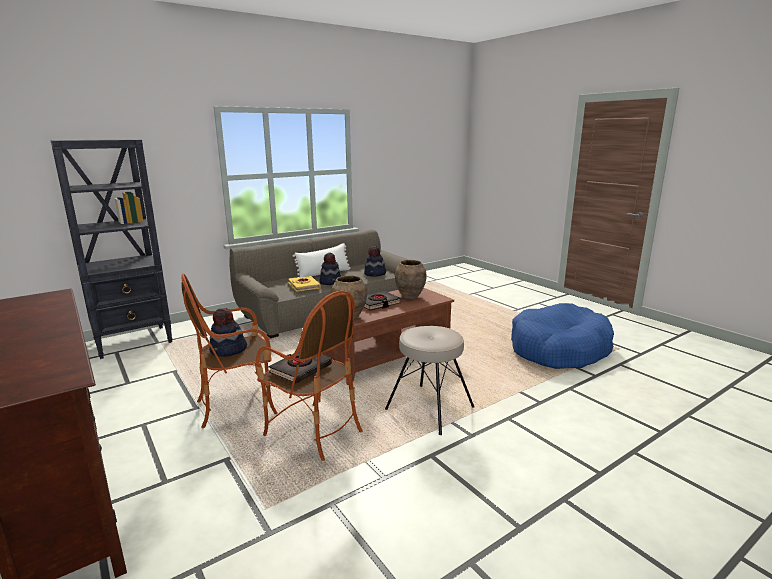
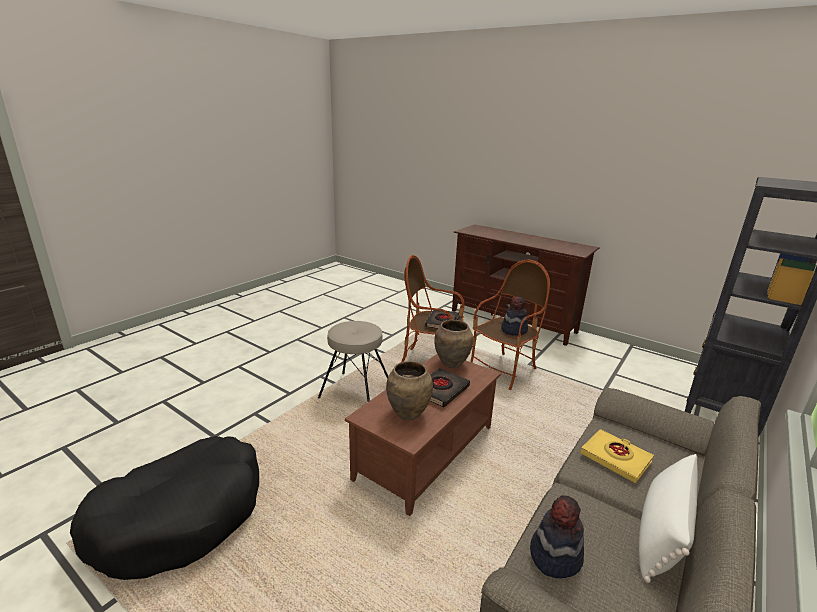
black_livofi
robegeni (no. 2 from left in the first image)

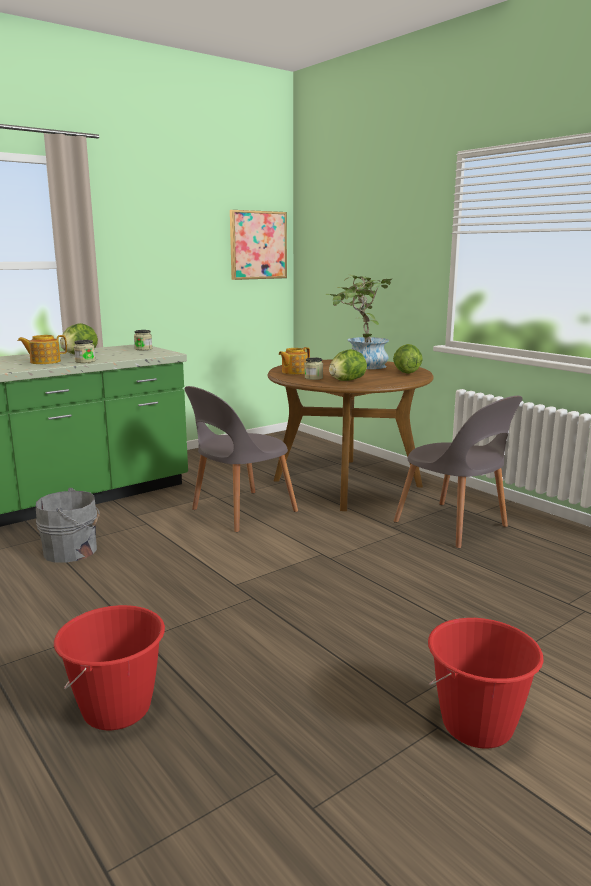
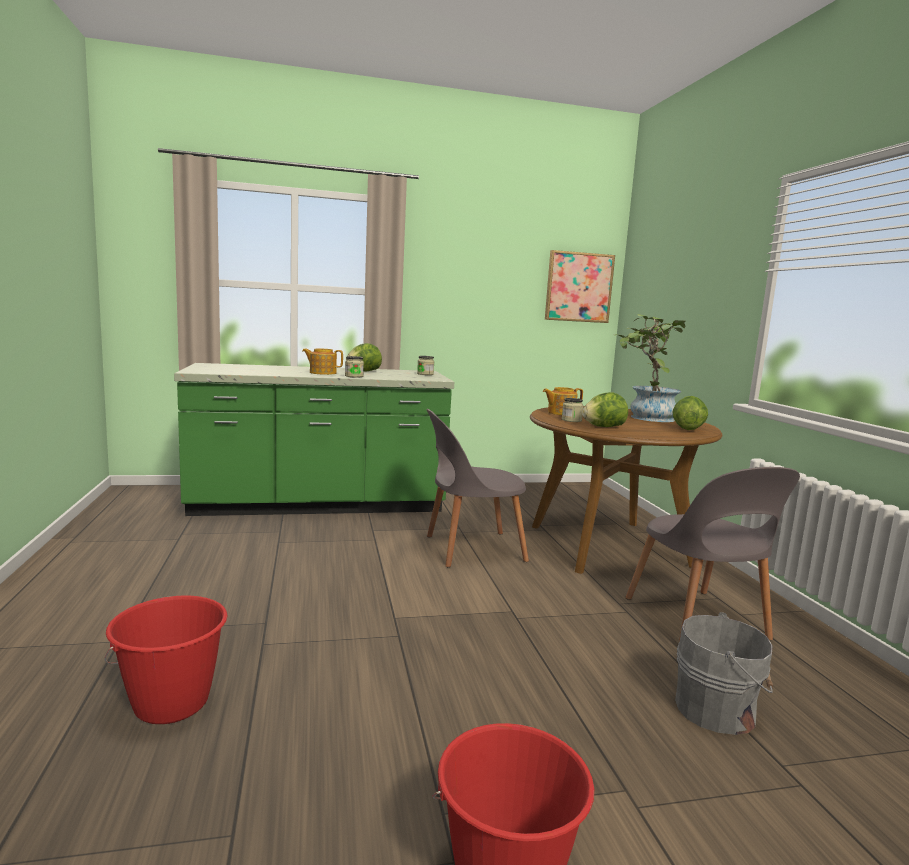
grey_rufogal

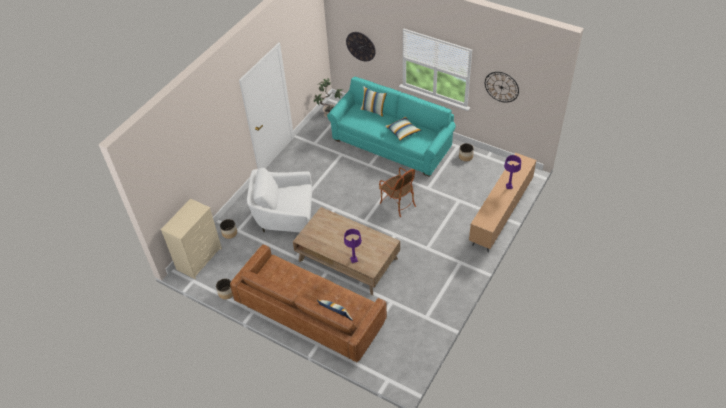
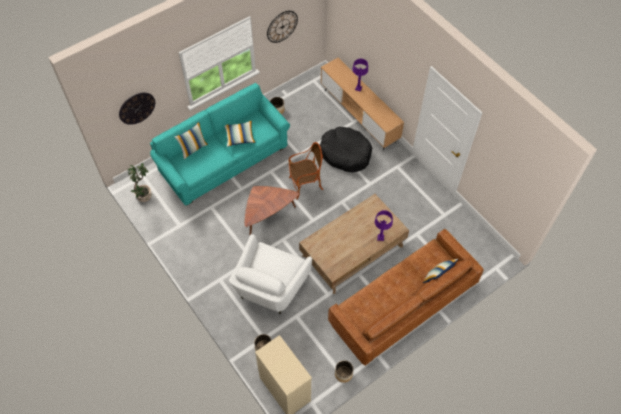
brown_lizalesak (no. 1 from left)
black_livofi

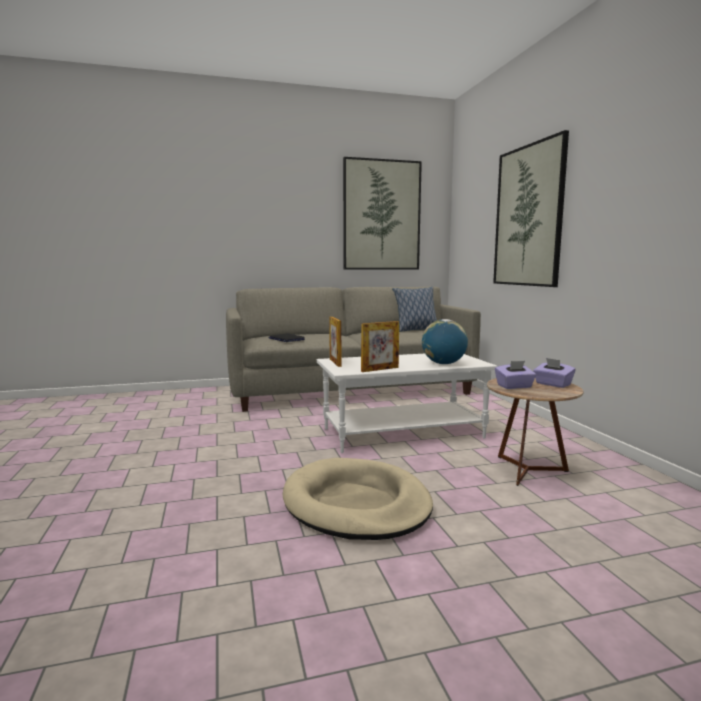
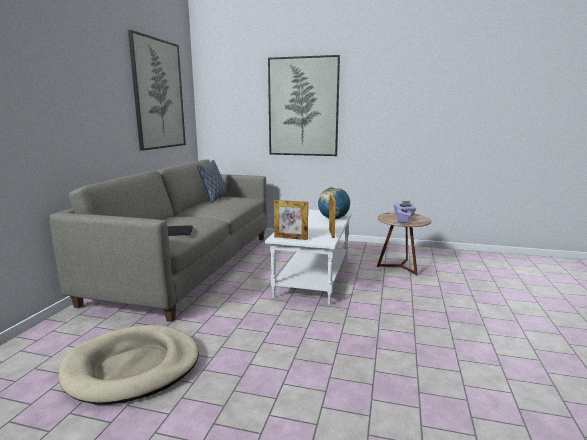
beige_livofi

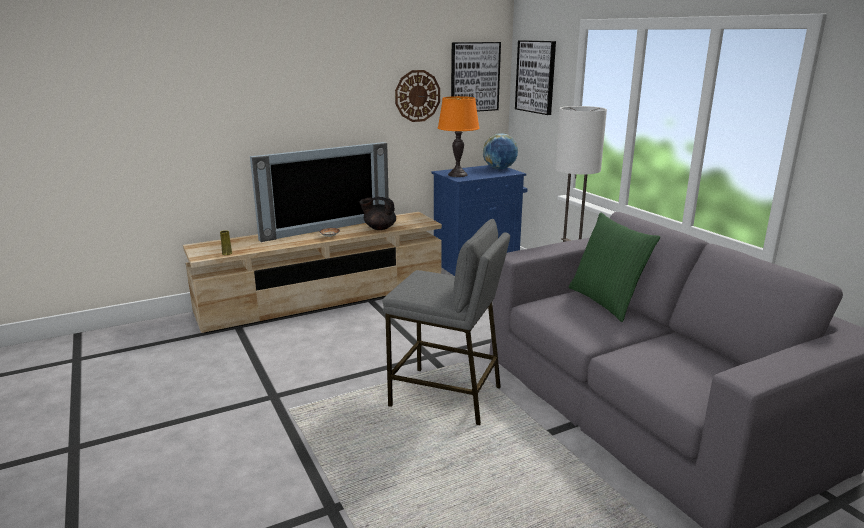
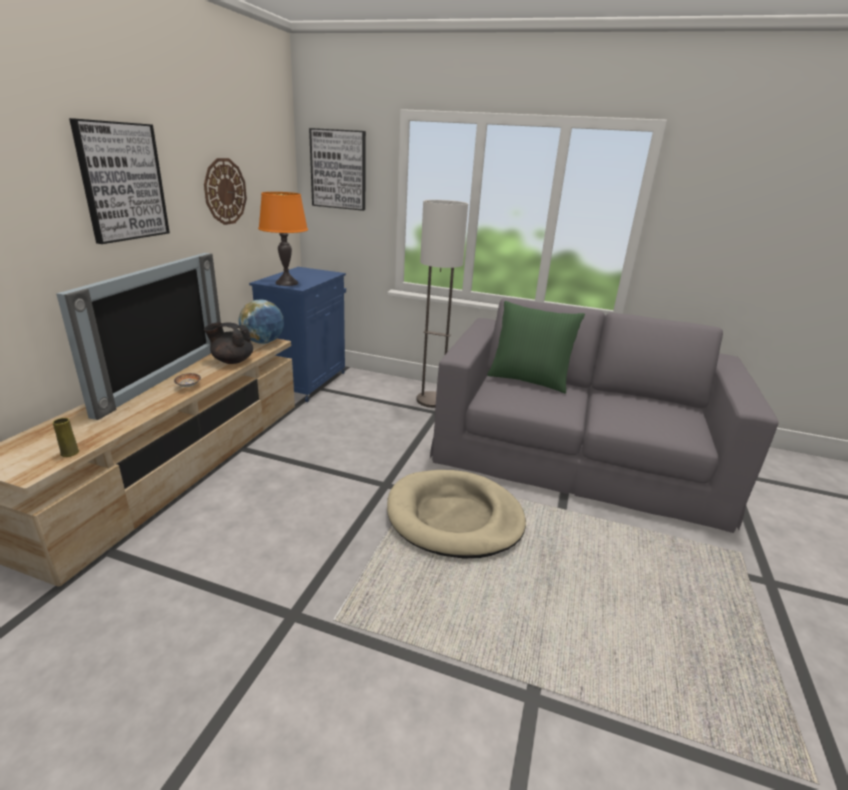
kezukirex (no. 1 from left)
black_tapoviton
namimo
beige_livofi

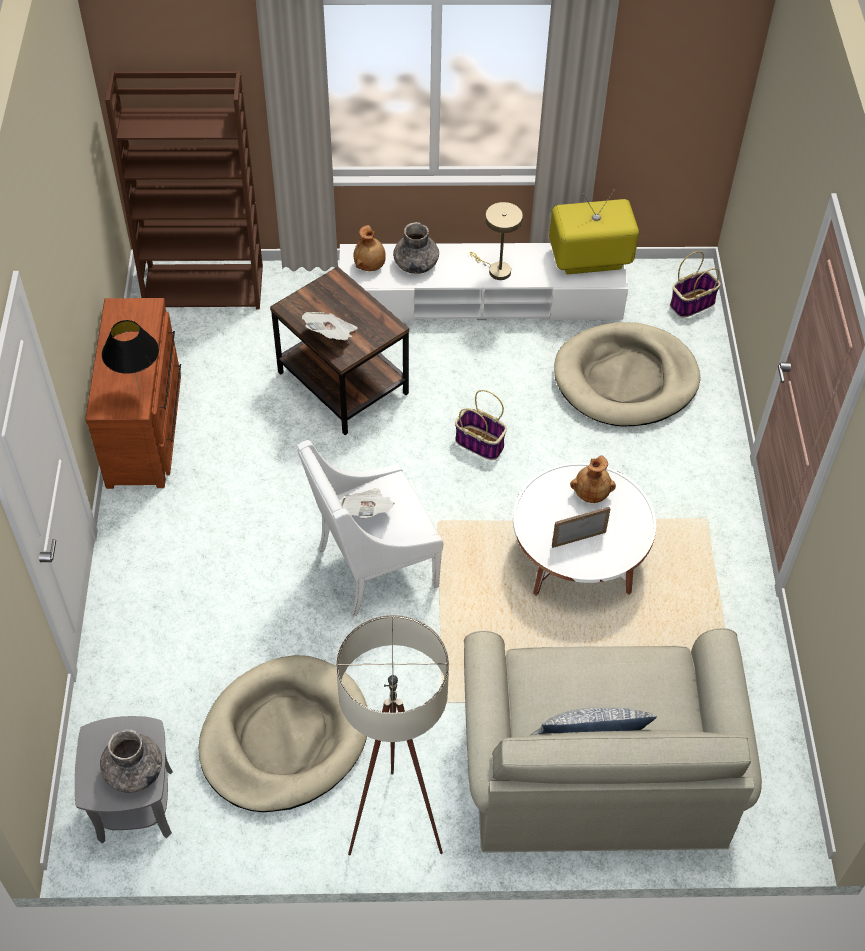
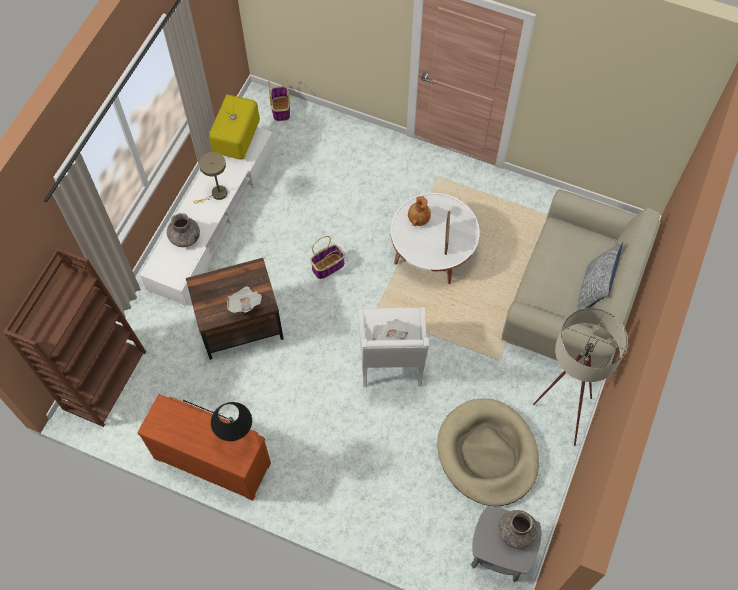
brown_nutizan (no. 1 from left in the first image)
beige_livofi (no. 2 from left in the first image)

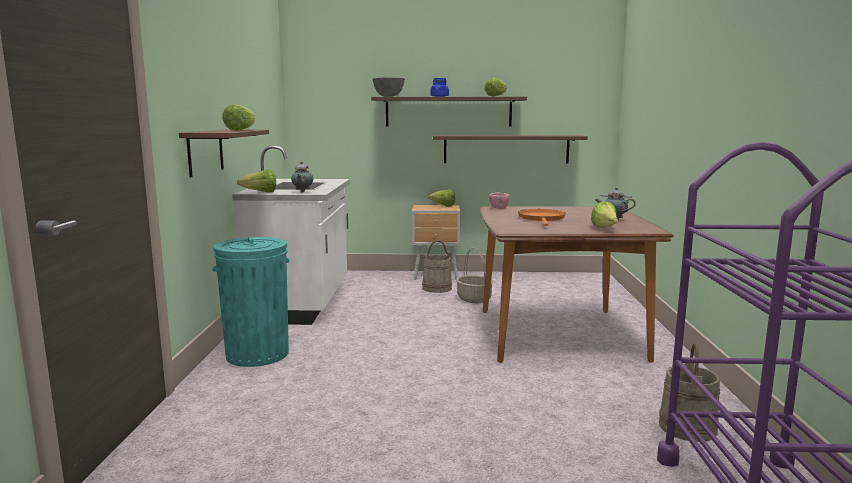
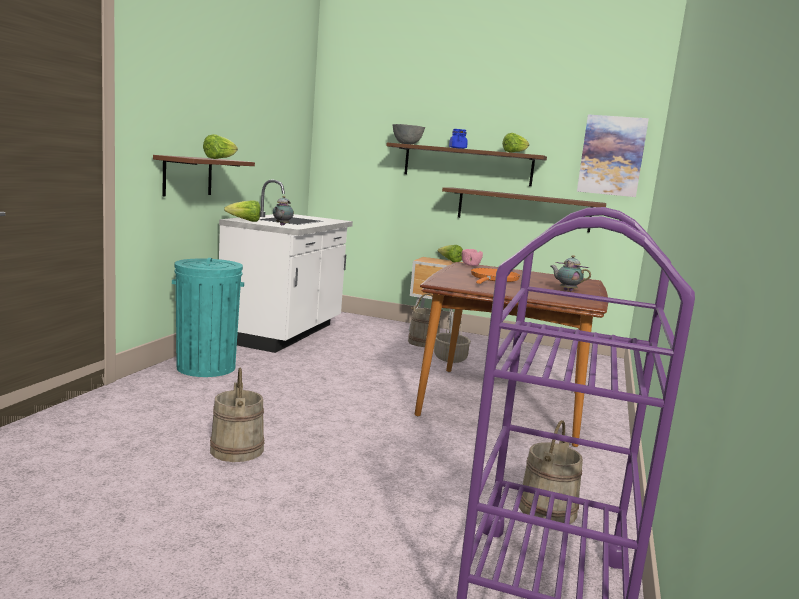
beige_rufogal (no. 1 from left)
kezukirex
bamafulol (no. 5 from left in the first image)

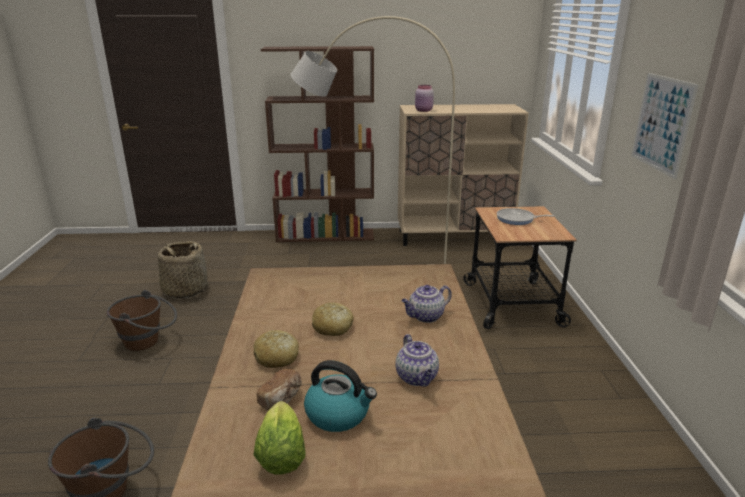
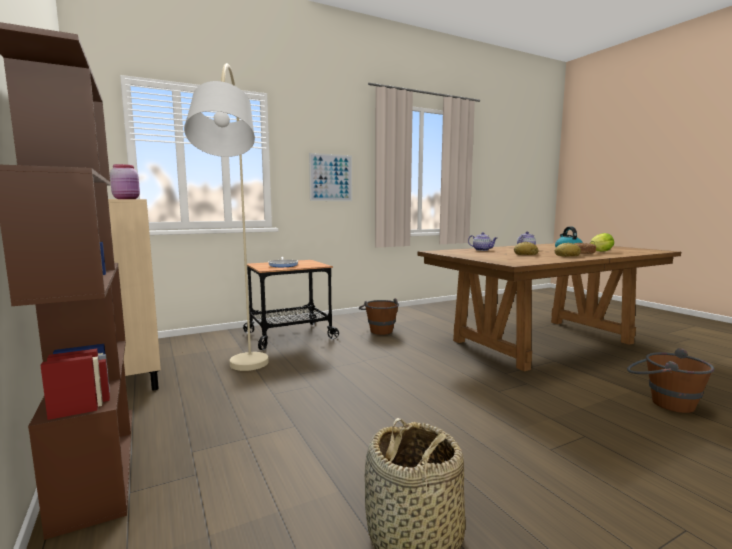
brown_rufogal (no. 1 from left)

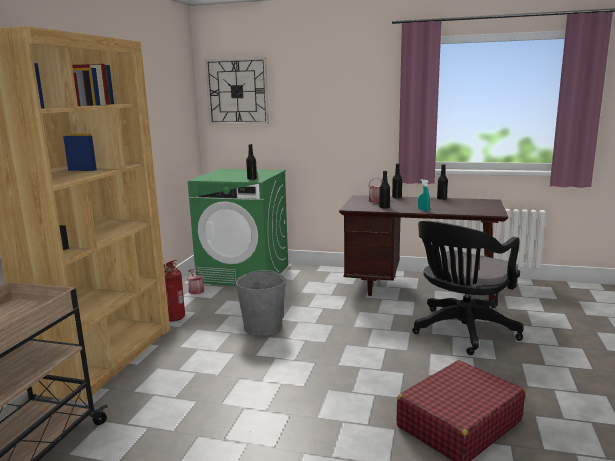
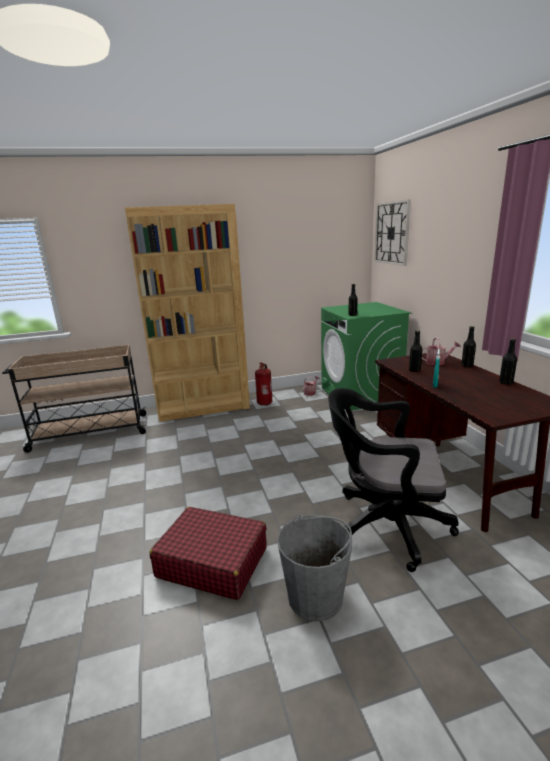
grey_rufogal

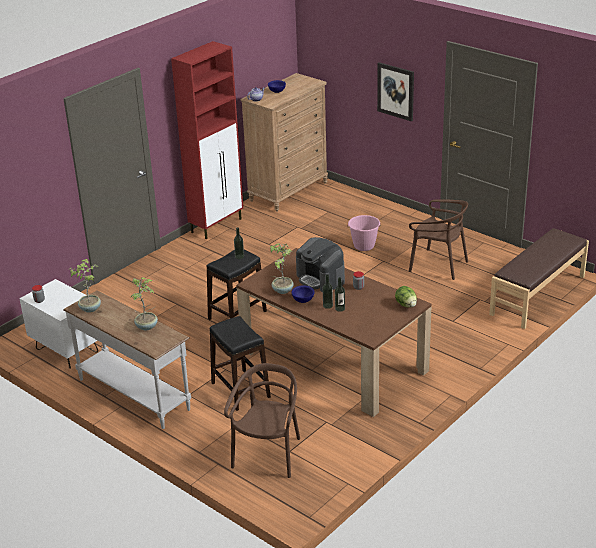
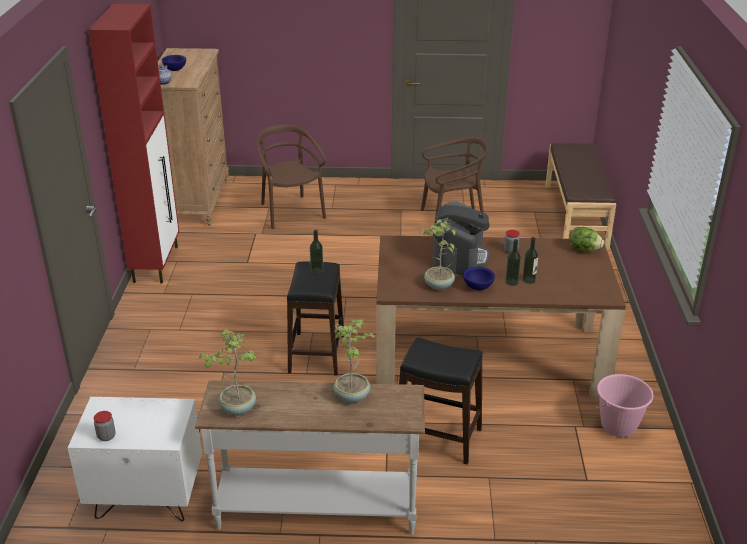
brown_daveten (no. 1 from left)
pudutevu
pink_rufogal
kezukirex

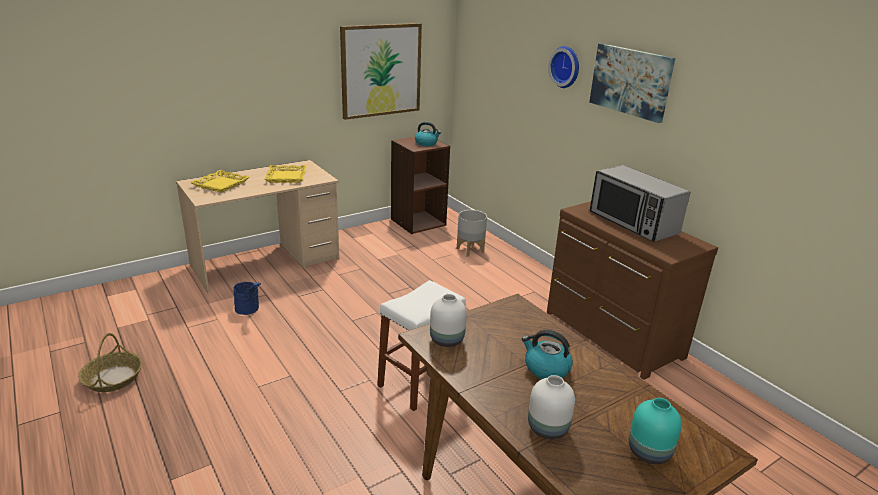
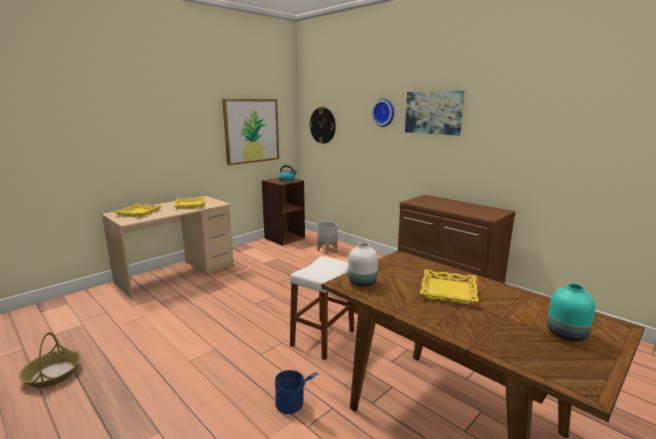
blue_rufogal
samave (no. 1 from left)
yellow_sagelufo (no. 3 from left)
white_nutizan (no. 2 from left in the first image)
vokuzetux

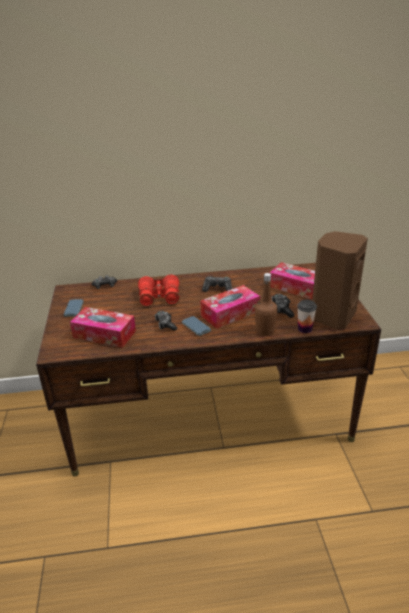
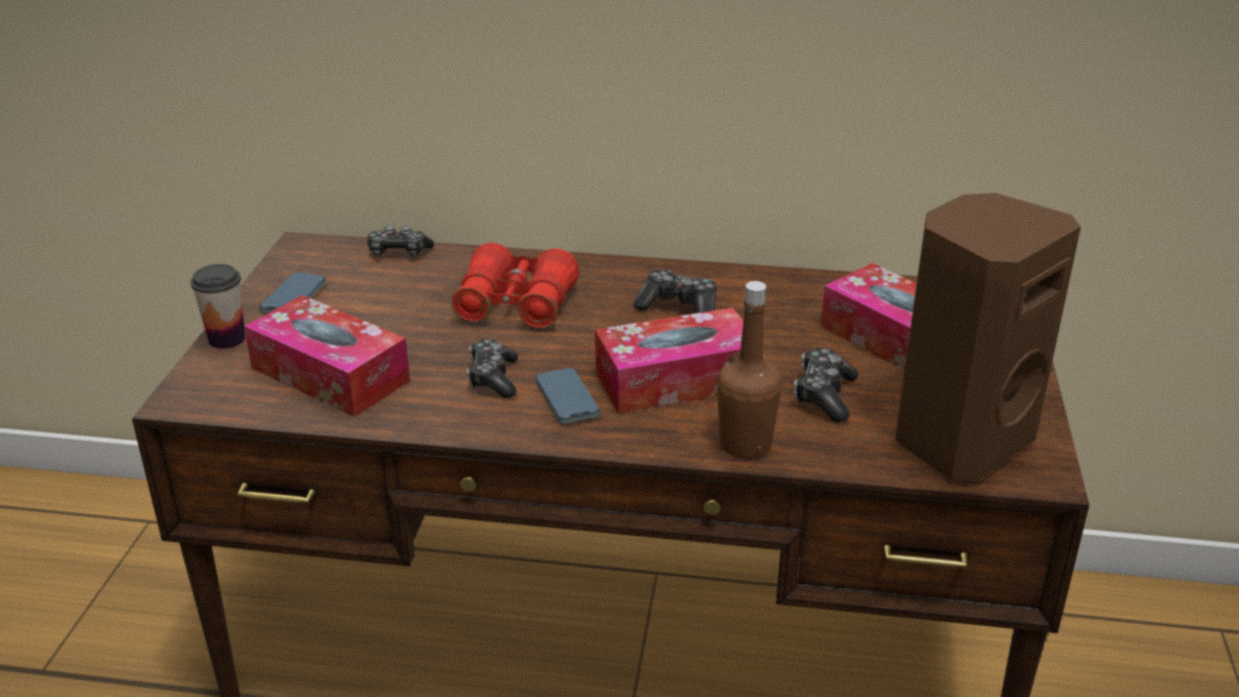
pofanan

